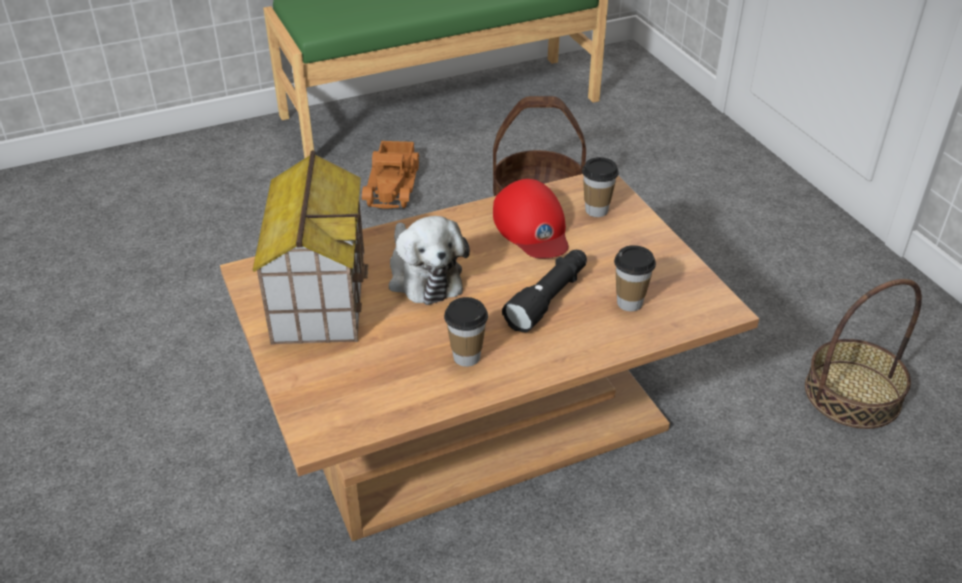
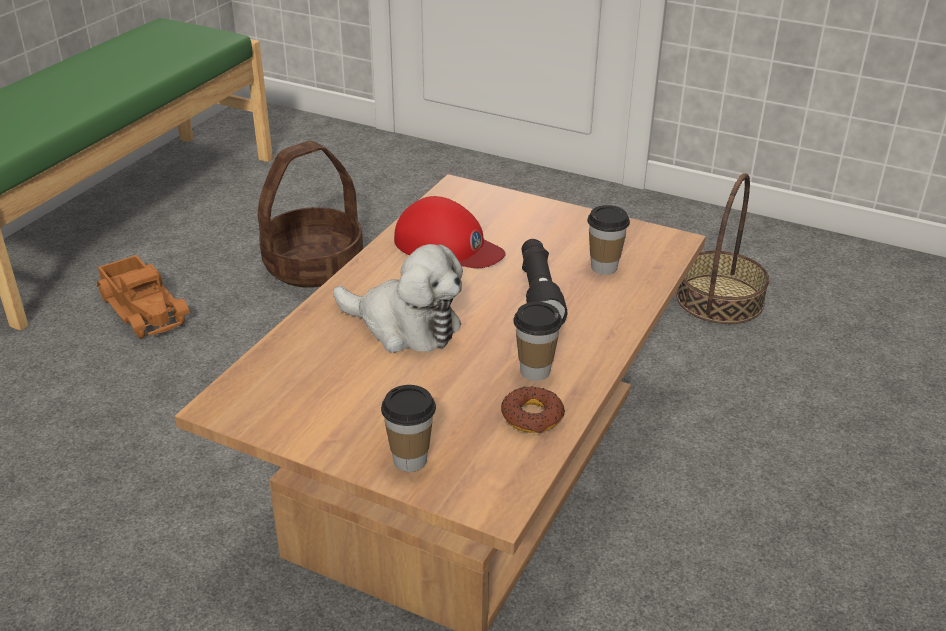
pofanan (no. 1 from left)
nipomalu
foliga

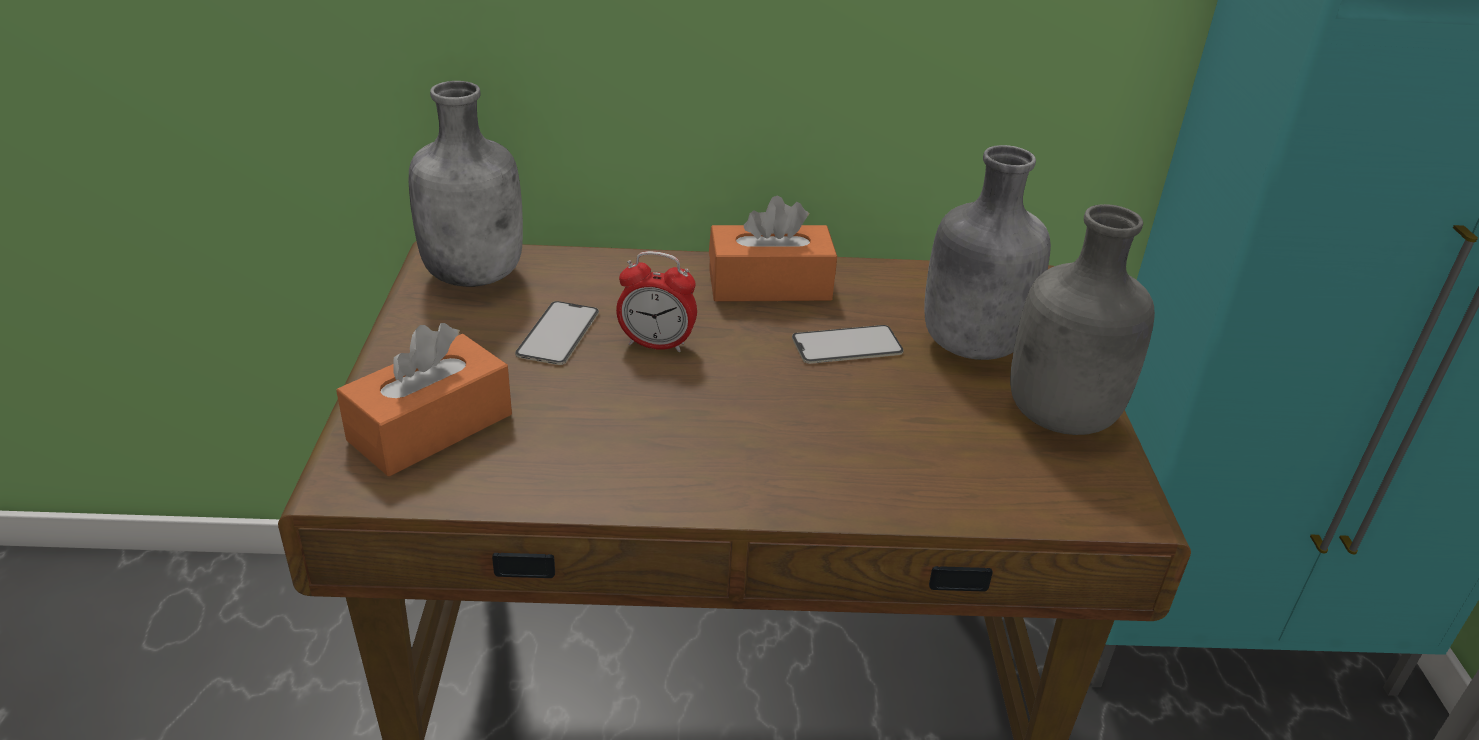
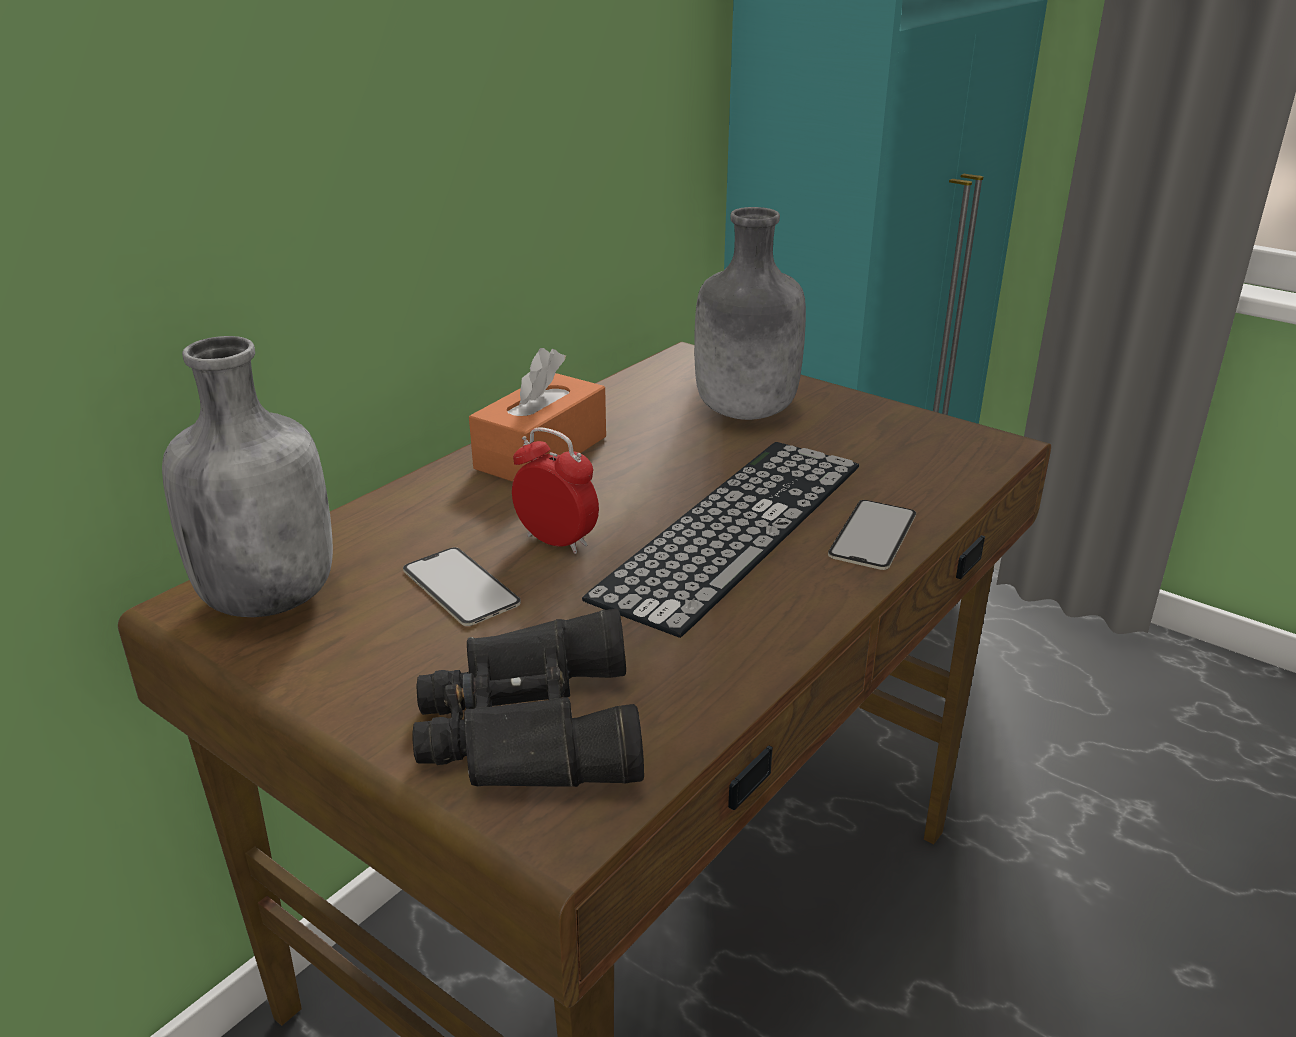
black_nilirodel
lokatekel
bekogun
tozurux (no. 2 from left)
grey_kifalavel (no. 3 from left in the first image)

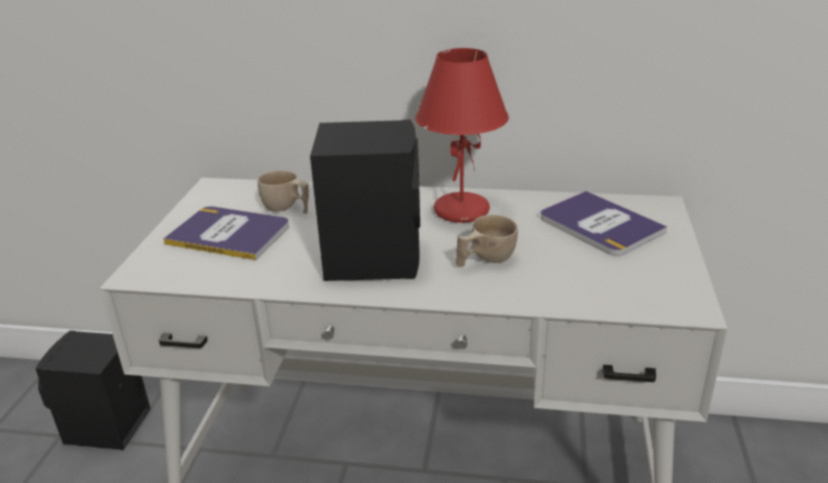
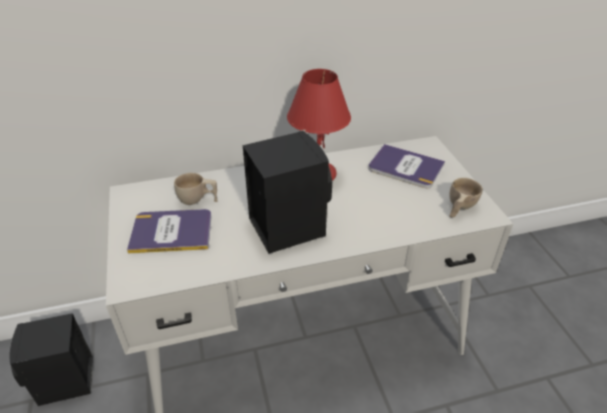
beige_pofanan (no. 2 from left)

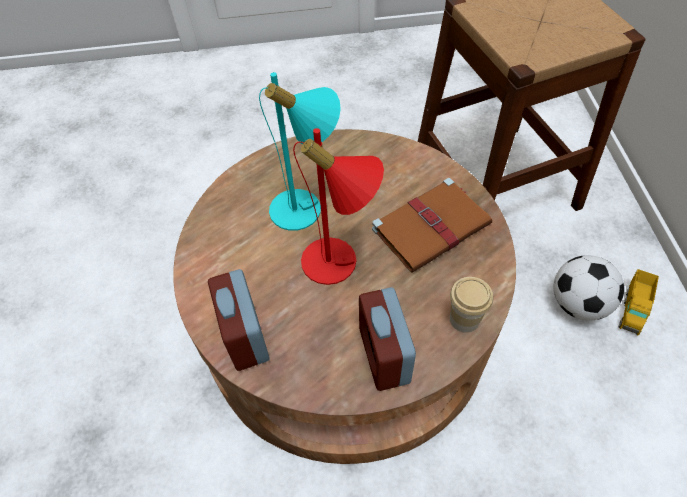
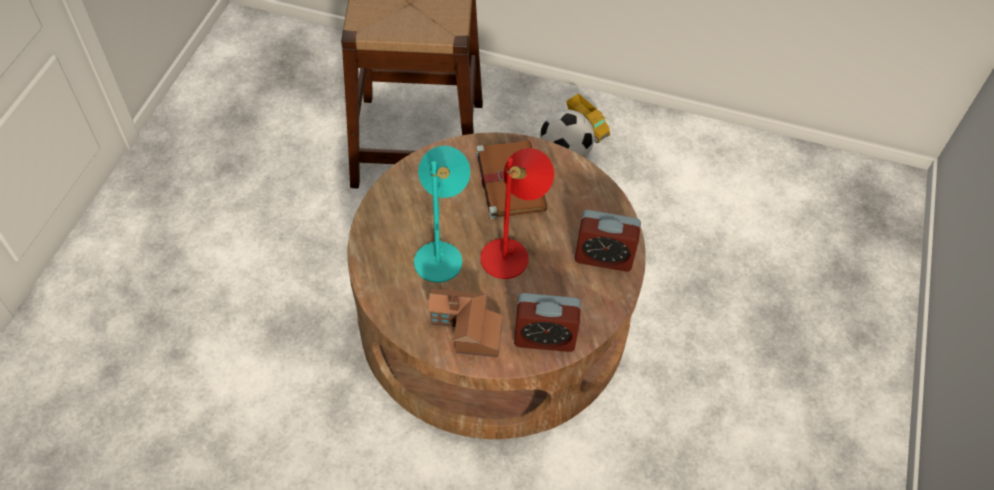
foliga
pofanan

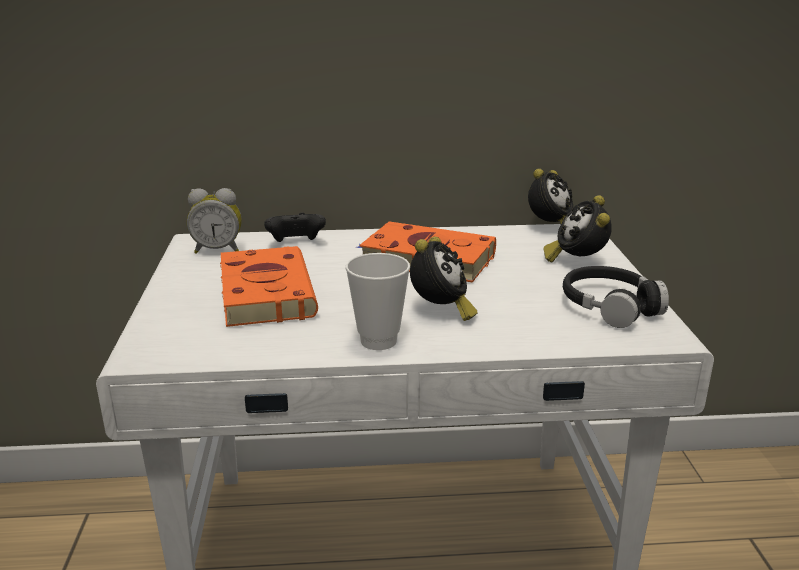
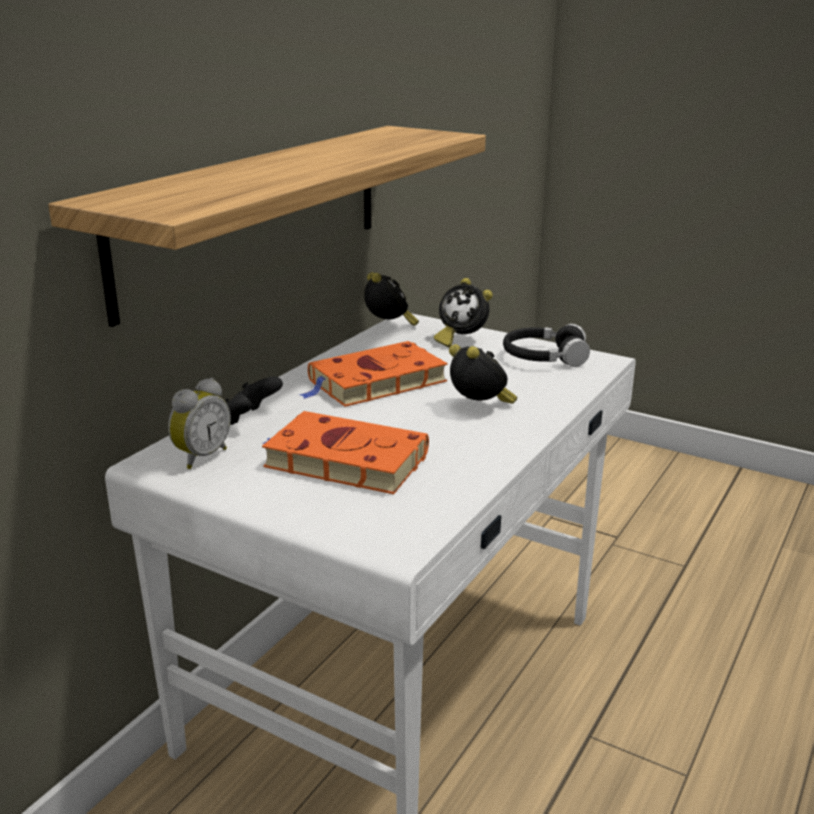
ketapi
pofanan

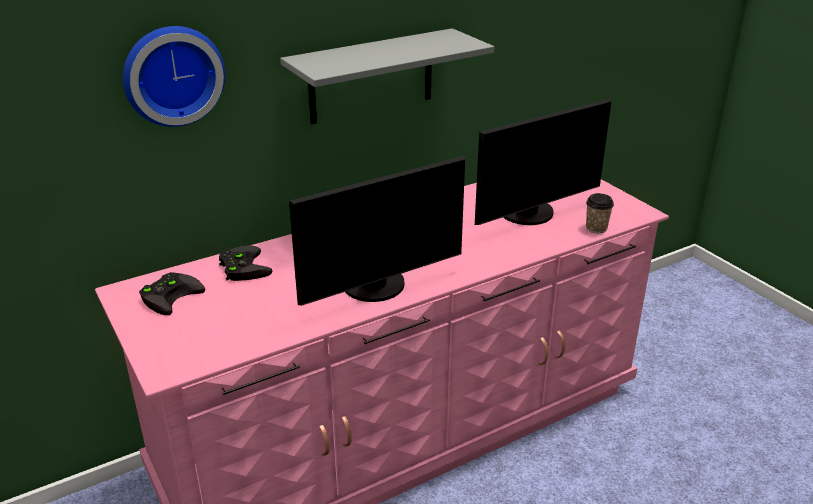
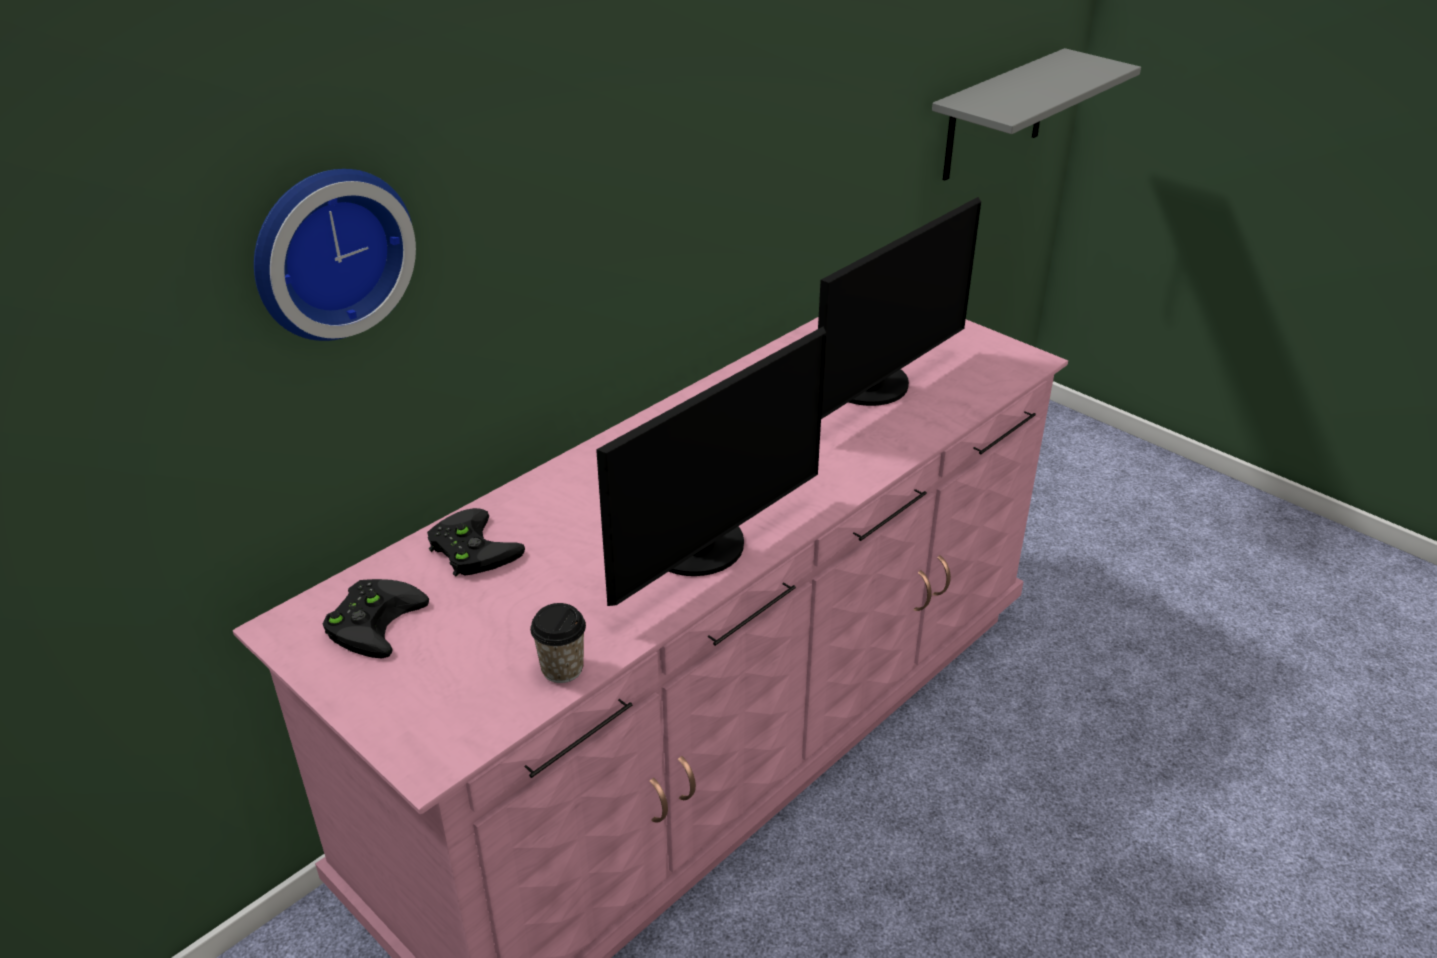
pofanan
grey_ketapi

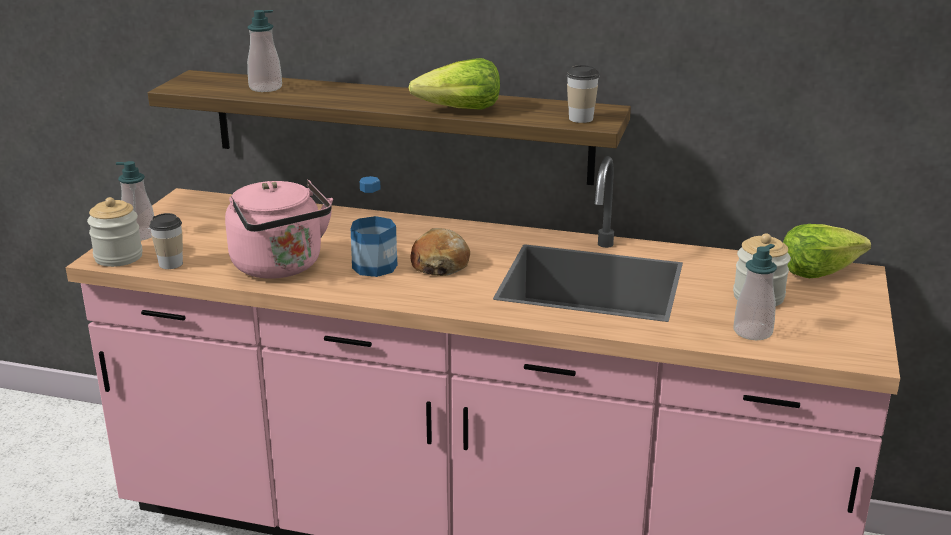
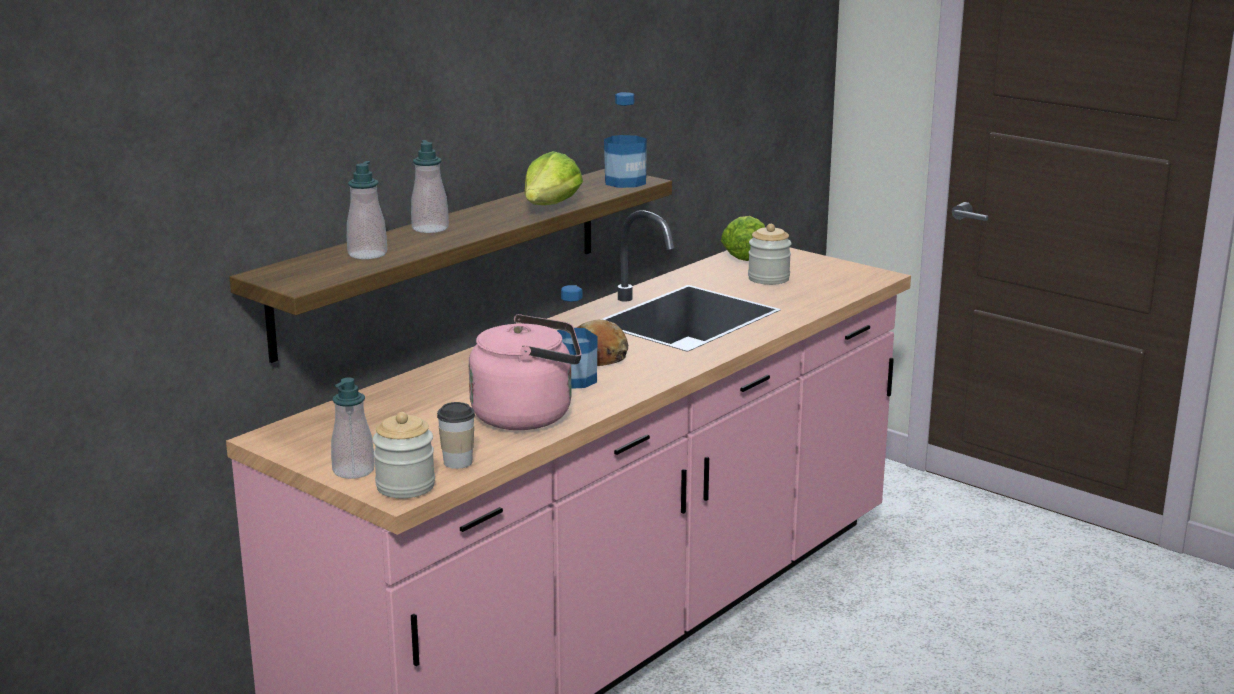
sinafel (no. 3 from left)
kifalavel (no. 2 from left)

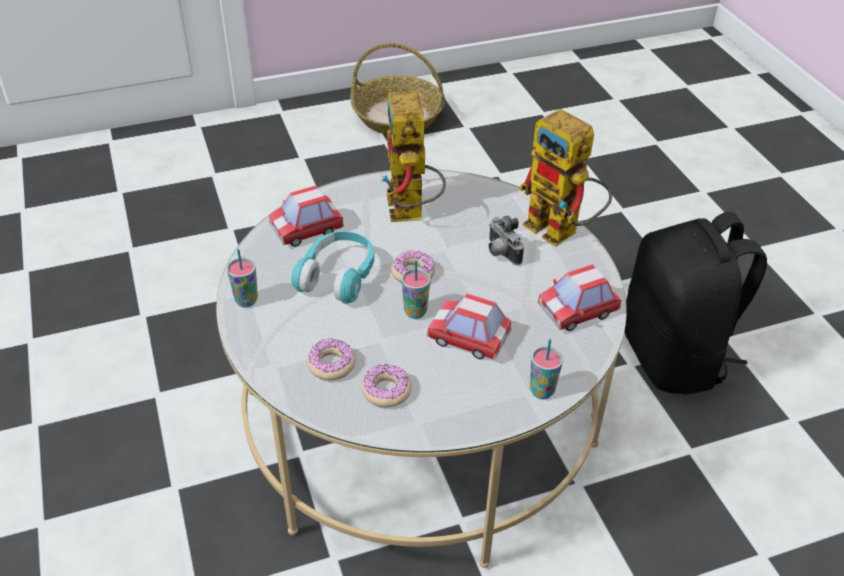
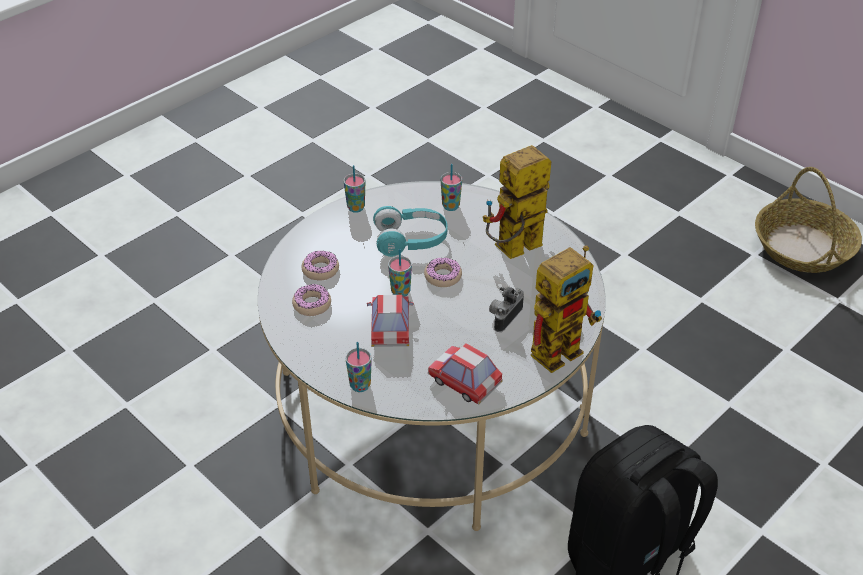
pofanan (no. 4 from left)
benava (no. 2 from left)

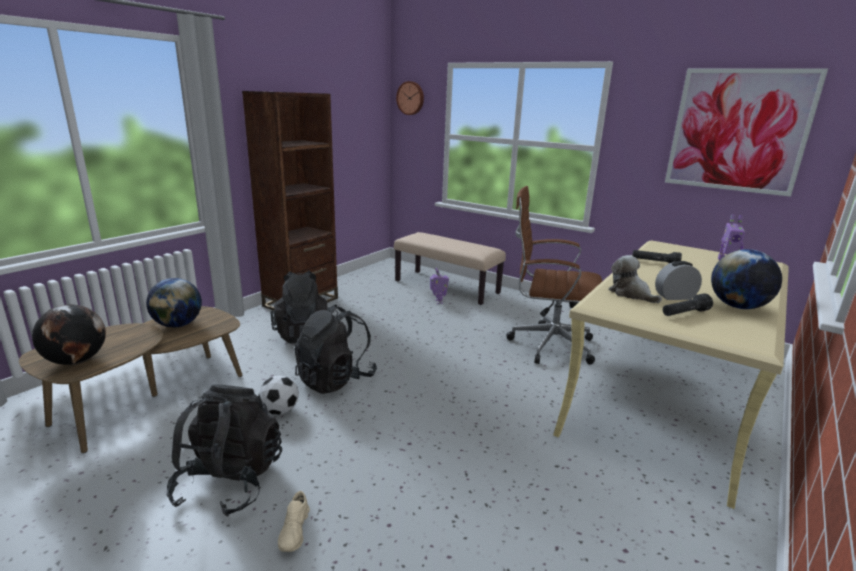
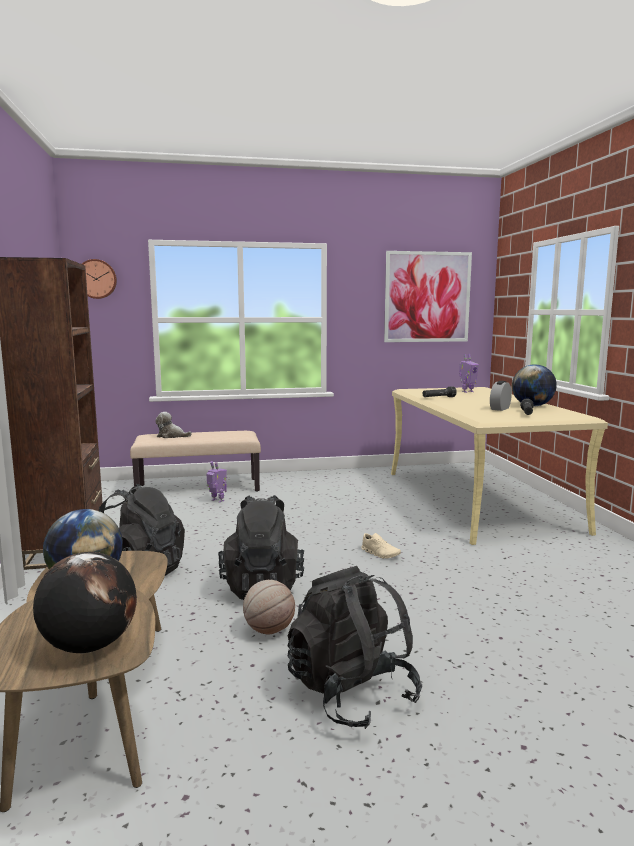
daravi
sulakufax
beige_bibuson
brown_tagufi

